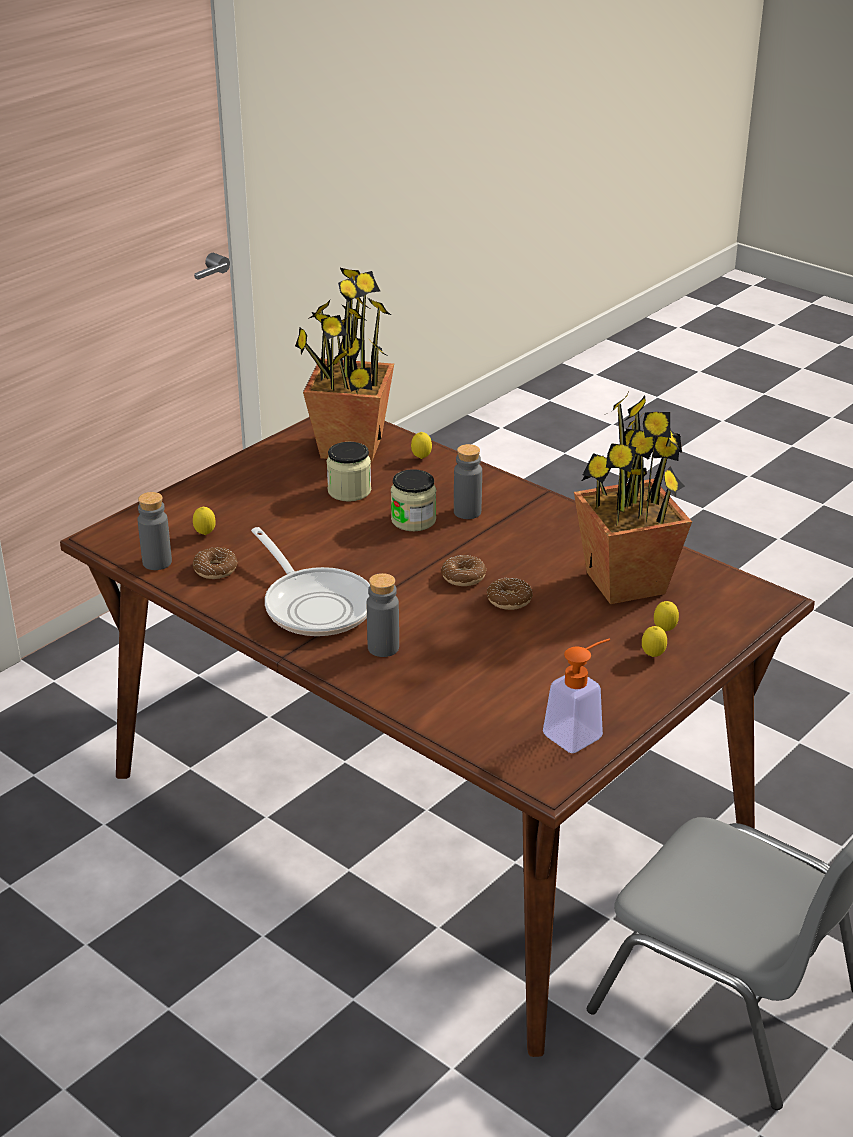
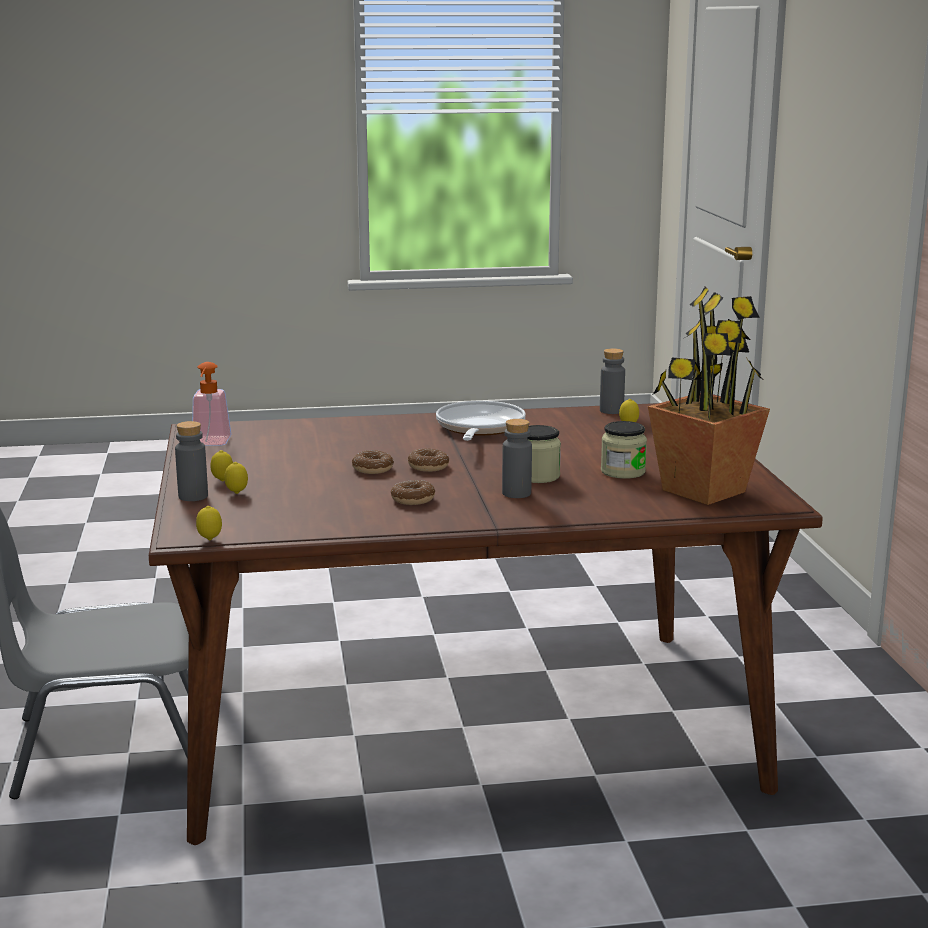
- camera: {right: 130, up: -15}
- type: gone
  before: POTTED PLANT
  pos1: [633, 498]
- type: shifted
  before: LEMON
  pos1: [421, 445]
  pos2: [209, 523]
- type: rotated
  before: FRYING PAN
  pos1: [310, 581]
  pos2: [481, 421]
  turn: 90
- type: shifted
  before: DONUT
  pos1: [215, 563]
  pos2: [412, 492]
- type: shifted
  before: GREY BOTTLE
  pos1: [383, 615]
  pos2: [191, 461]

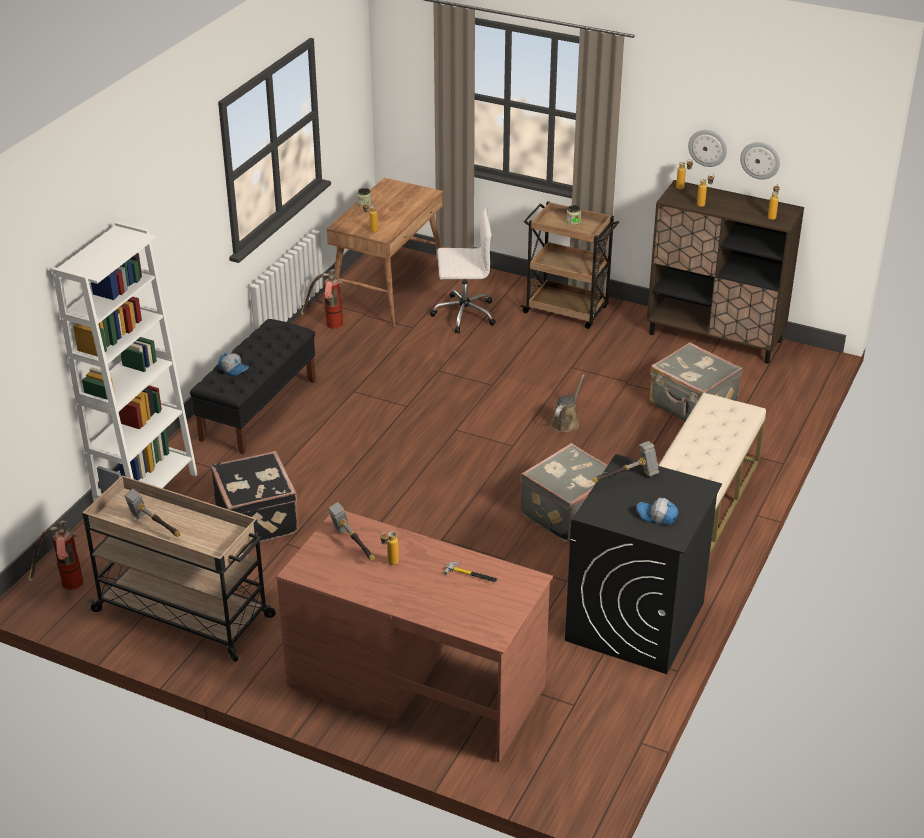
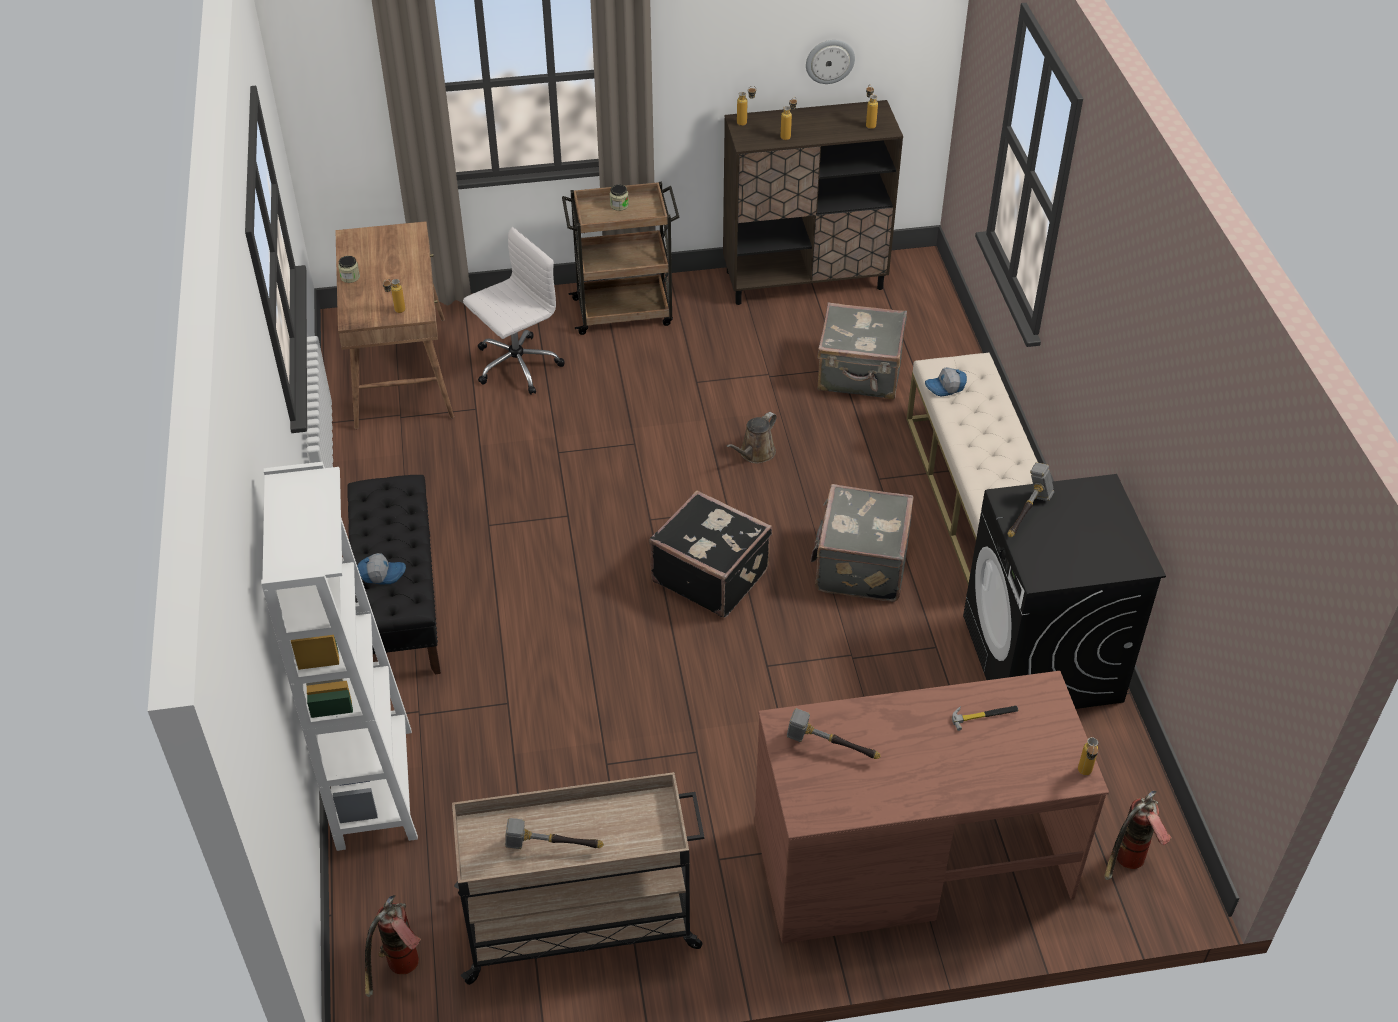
- camera: {right: -35, up: 10}
- type: gone
  before: WALL CLOCK
  pos1: [707, 148]
- type: shifted
  before: FIRE EXTINGUISHER
  pos1: [321, 299]
  pos2: [1137, 835]
- type: rotated
  before: BROWN WATERING CAN
  pos1: [568, 403]
  pos2: [751, 438]
  turn: -135
- type: shifted
  before: BLACK SUITCASE
  pos1: [255, 497]
  pos2: [710, 554]
- type: shifted
  before: CAP
  pos1: [657, 511]
  pos2: [946, 382]
- type: shifted
  before: BOTTLE
  pos1: [389, 548]
  pos2: [1088, 756]

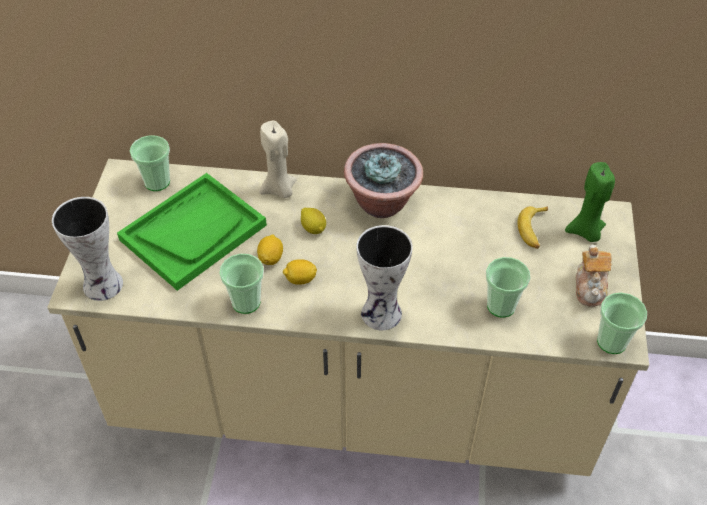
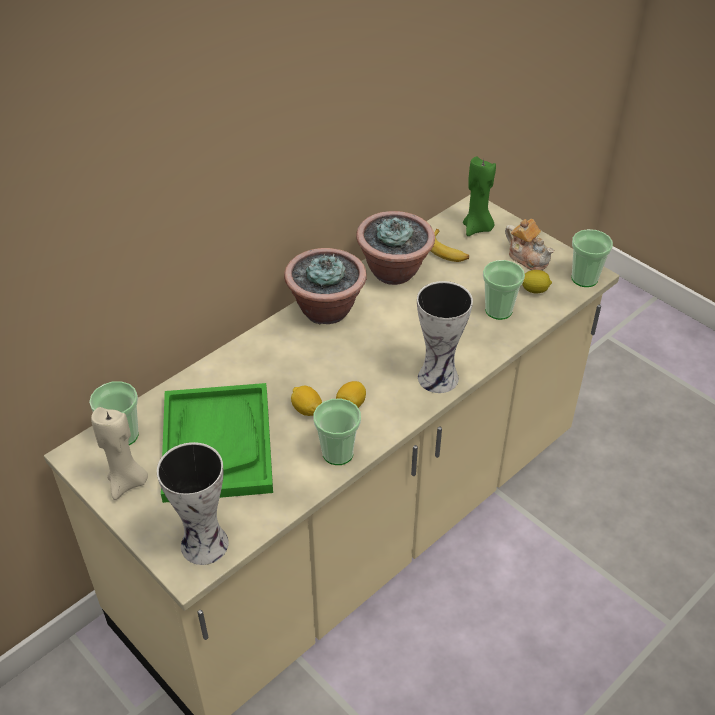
- camera: {right: -50, up: -5}
- type: shifted
  before: BEIGE CANDLE
  pos1: [278, 159]
  pos2: [119, 453]
- type: shifted
  before: LEMON
  pos1: [313, 221]
  pos2: [537, 281]
- type: new
  after: POTTED PLANT
  pos2: [395, 248]

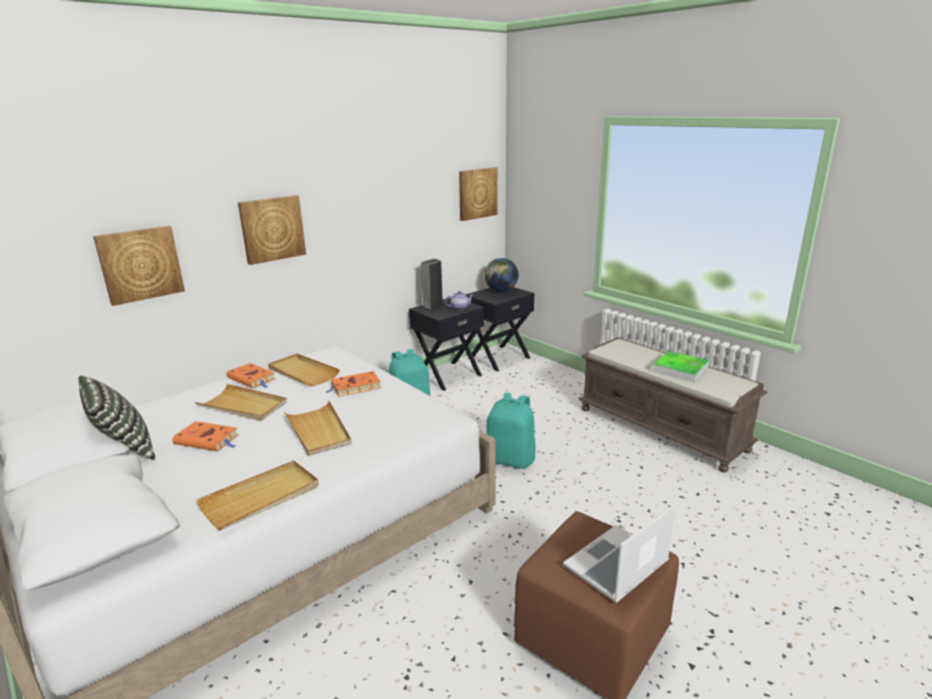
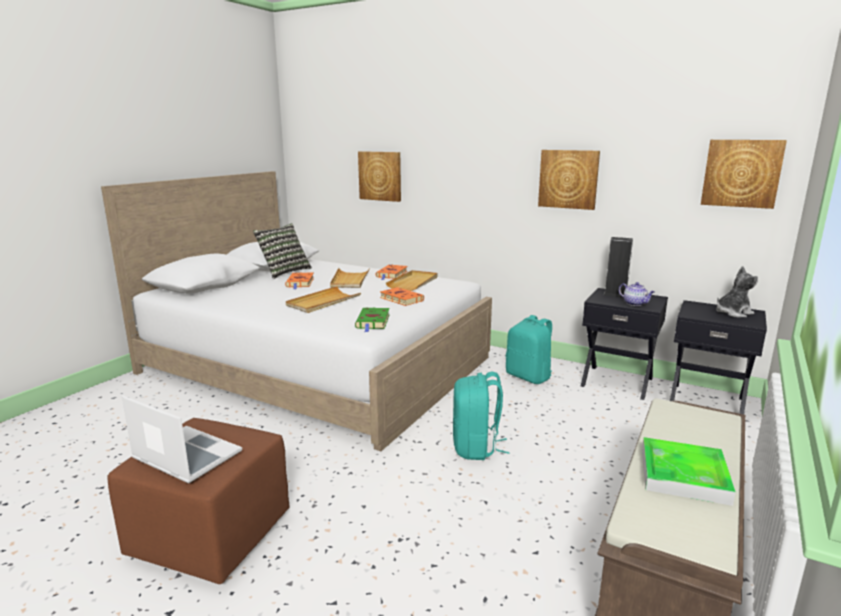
- camera: {right: 70, up: -5}
- type: shifted
  before: PICTURE
  pos1: [272, 230]
  pos2: [569, 180]
- type: swapped
  before: GLOBE
  after: PLUSH TOY
  pos1: [501, 275]
  pos2: [737, 291]
- type: gone
  before: BEIGE TRAY
  pos1: [257, 495]
- type: new
  after: GREEN BOOK
  pos2: [372, 319]

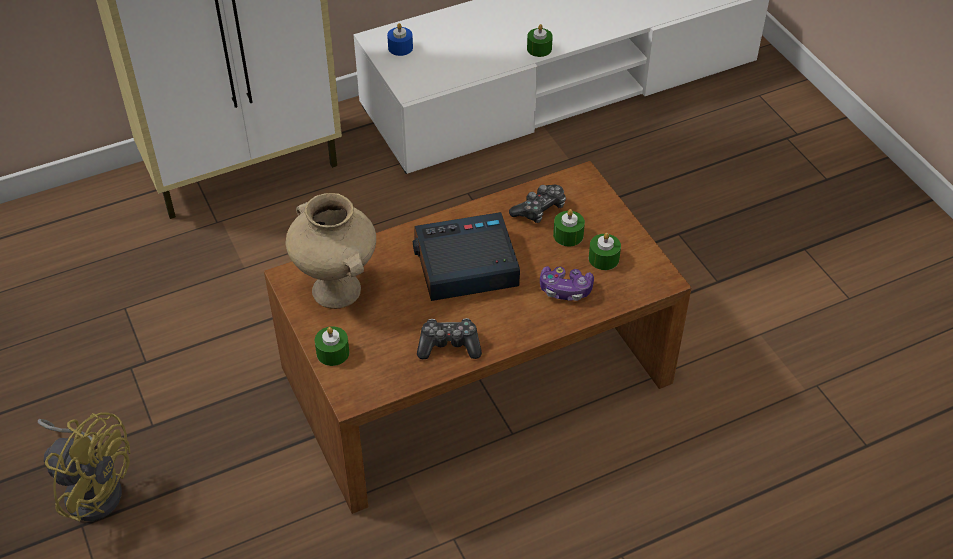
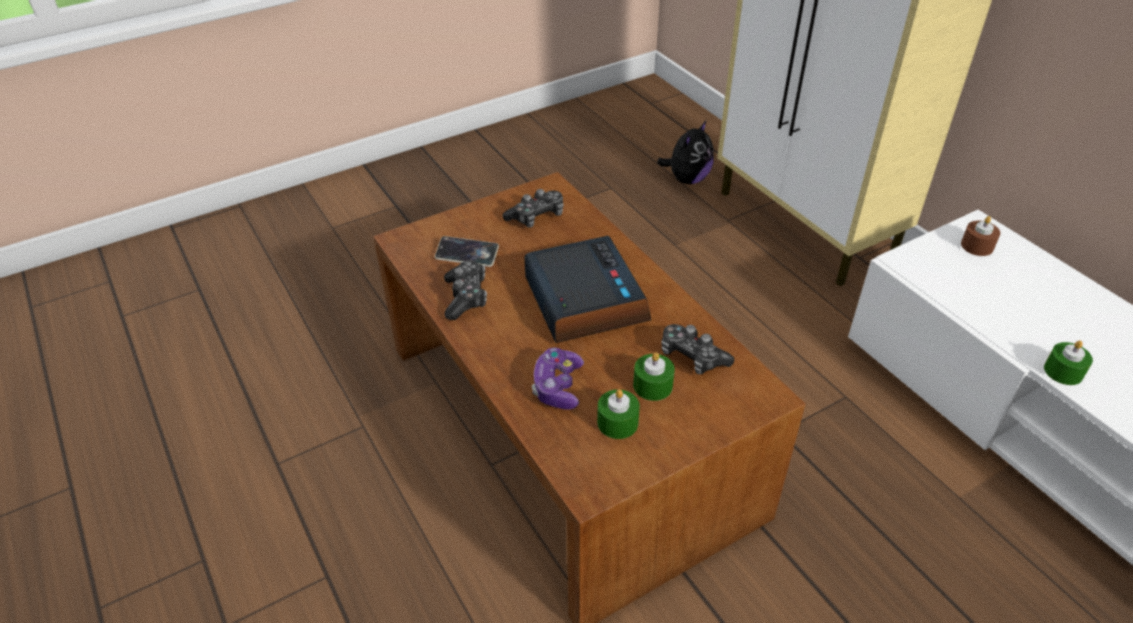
- camera: {right: 85, up: -5}
- type: repainted
  before: BLUE CANDLE
  after: BROWN CANDLE
  pos1: [400, 39]
  pos2: [980, 236]
- type: swapped
  before: BEIGE VASE
  after: GAME CONTROLLER
  pos1: [331, 251]
  pos2: [533, 208]
- type: gone
  before: GREEN CANDLE
  pos1: [332, 346]
- type: gone
  before: YELLOW FAN
  pos1: [84, 467]
- type: new
  after: PLUSH TOY
  pos2: [685, 152]
- type: new
  after: PHONE
  pos2: [467, 251]

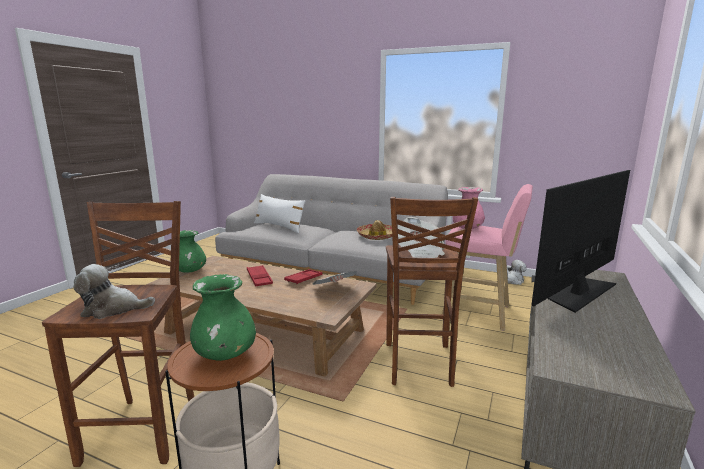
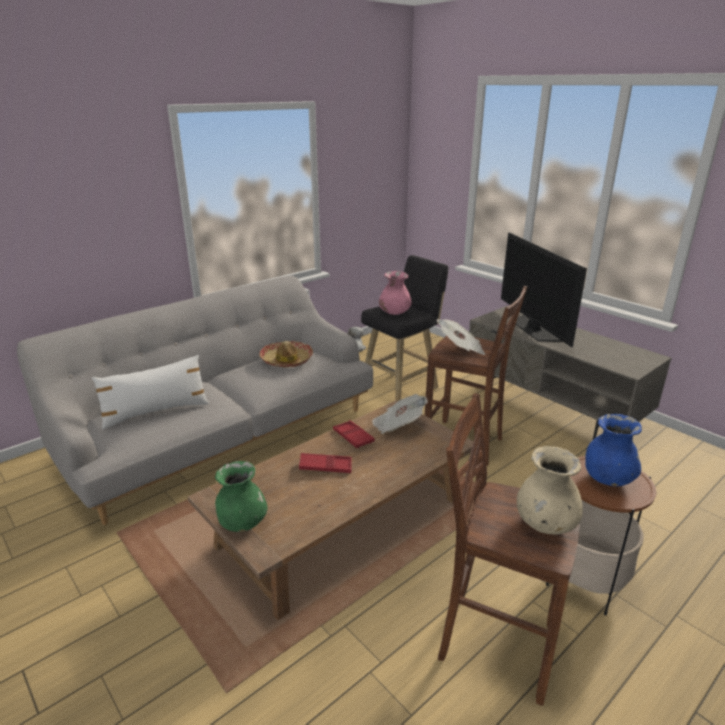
- camera: {right: -65, up: 10}
- type: repainted
  before: PINK STOOL
  after: BLACK STOOL
  pos1: [487, 257]
  pos2: [404, 328]
- type: swapped
  before: PLUSH TOY
  after: BEIGE VASE
  pos1: [114, 291]
  pos2: [550, 490]
- type: repainted
  before: GREEN VASE
  after: BLUE VASE
  pos1: [223, 317]
  pos2: [613, 450]

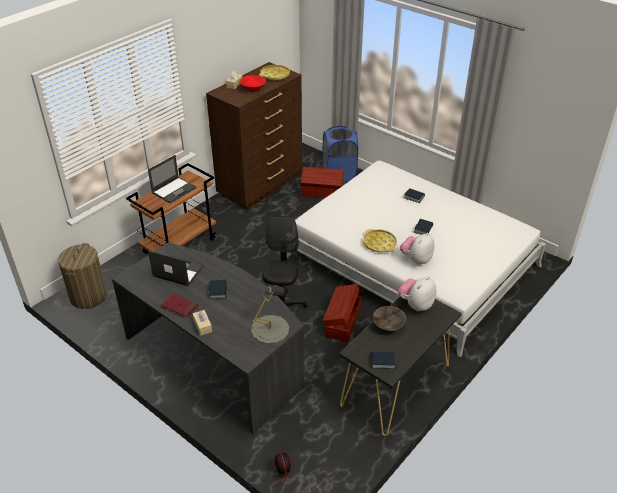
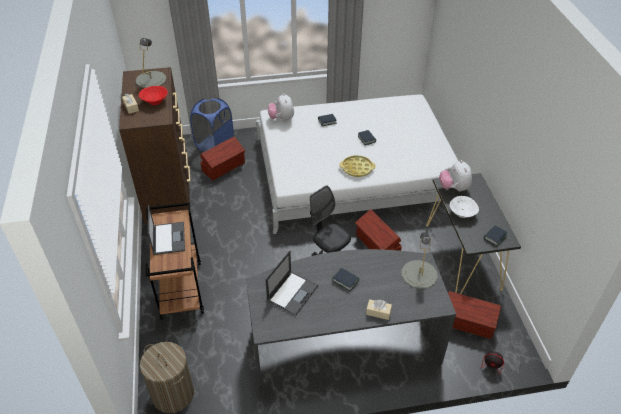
- camera: {right: -50, up: 5}
- type: swapped
  before: YELLOW TRAY
  after: GREY TABLE LAMP
  pos1: [275, 73]
  pos2: [151, 63]
- type: shifted
  before: PLUSH TOY
  pos1: [417, 249]
  pos2: [281, 107]
- type: rotated
  before: LAPTOP
  pos1: [176, 268]
  pos2: [291, 283]
  turn: 150
- type: gone
  before: RED BOOK
  pos1: [179, 305]
- type: repainted
  before: BROWN BOWL
  after: WHITE BOWL
  pos1: [389, 318]
  pos2: [464, 207]
- type: new
  after: BROWN STORAGE BOX
  pos2: [474, 315]

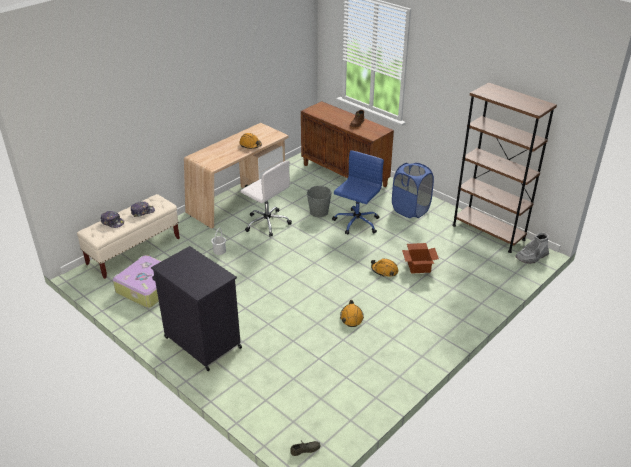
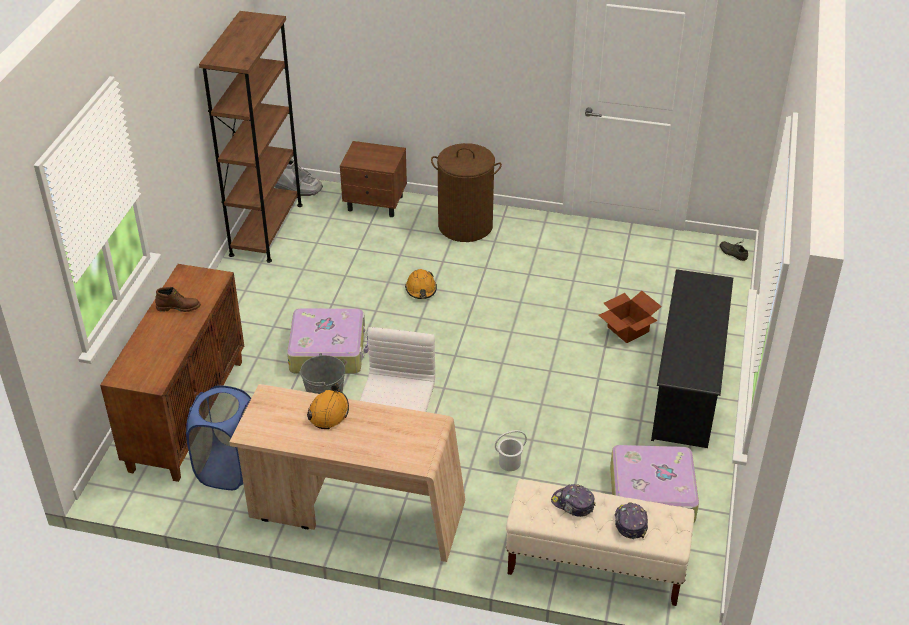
- camera: {right: -120, up: 5}
- type: swapped
  before: BLUE OFFICE CHAIR
  after: SUITCASE
  pos1: [358, 192]
  pos2: [327, 341]
- type: shifted
  before: BLUE LAUNDRY BASKET
  pos1: [413, 190]
  pos2: [218, 437]
- type: shifted
  before: CARDBOARD BOX
  pos1: [420, 258]
  pos2: [630, 317]
- type: swapped
  before: BLACK CABINET
  after: BLACK SHOE RACK
  pos1: [196, 308]
  pos2: [692, 358]
- type: gone
  before: ORANGE HARD HAT
  pos1: [352, 313]
- type: new
  after: BROWN NIGHTSTAND
  pos2: [373, 179]
- type: new
  after: BROWN LAUNDRY BASKET
  pos2: [466, 192]

